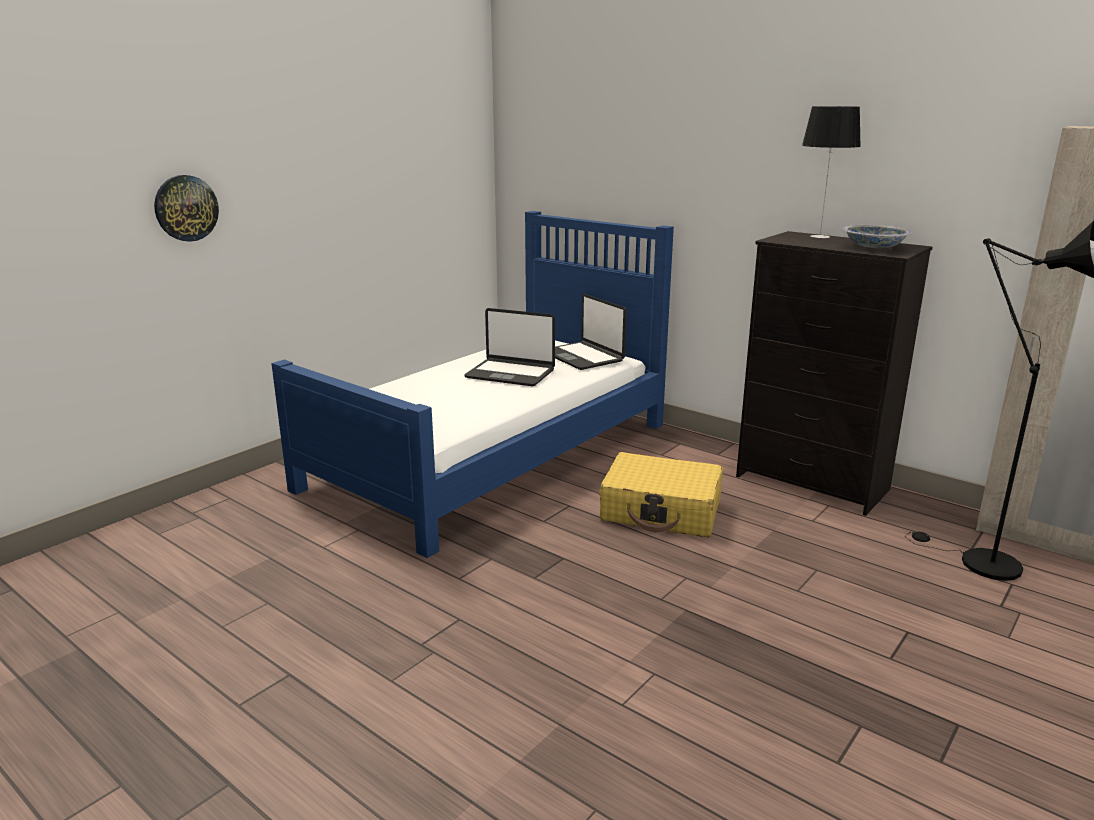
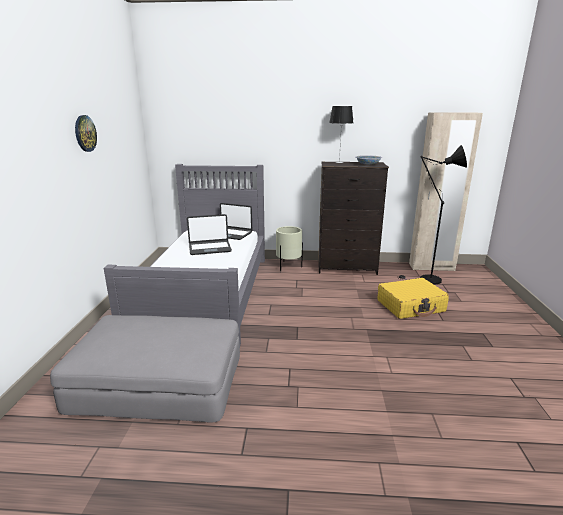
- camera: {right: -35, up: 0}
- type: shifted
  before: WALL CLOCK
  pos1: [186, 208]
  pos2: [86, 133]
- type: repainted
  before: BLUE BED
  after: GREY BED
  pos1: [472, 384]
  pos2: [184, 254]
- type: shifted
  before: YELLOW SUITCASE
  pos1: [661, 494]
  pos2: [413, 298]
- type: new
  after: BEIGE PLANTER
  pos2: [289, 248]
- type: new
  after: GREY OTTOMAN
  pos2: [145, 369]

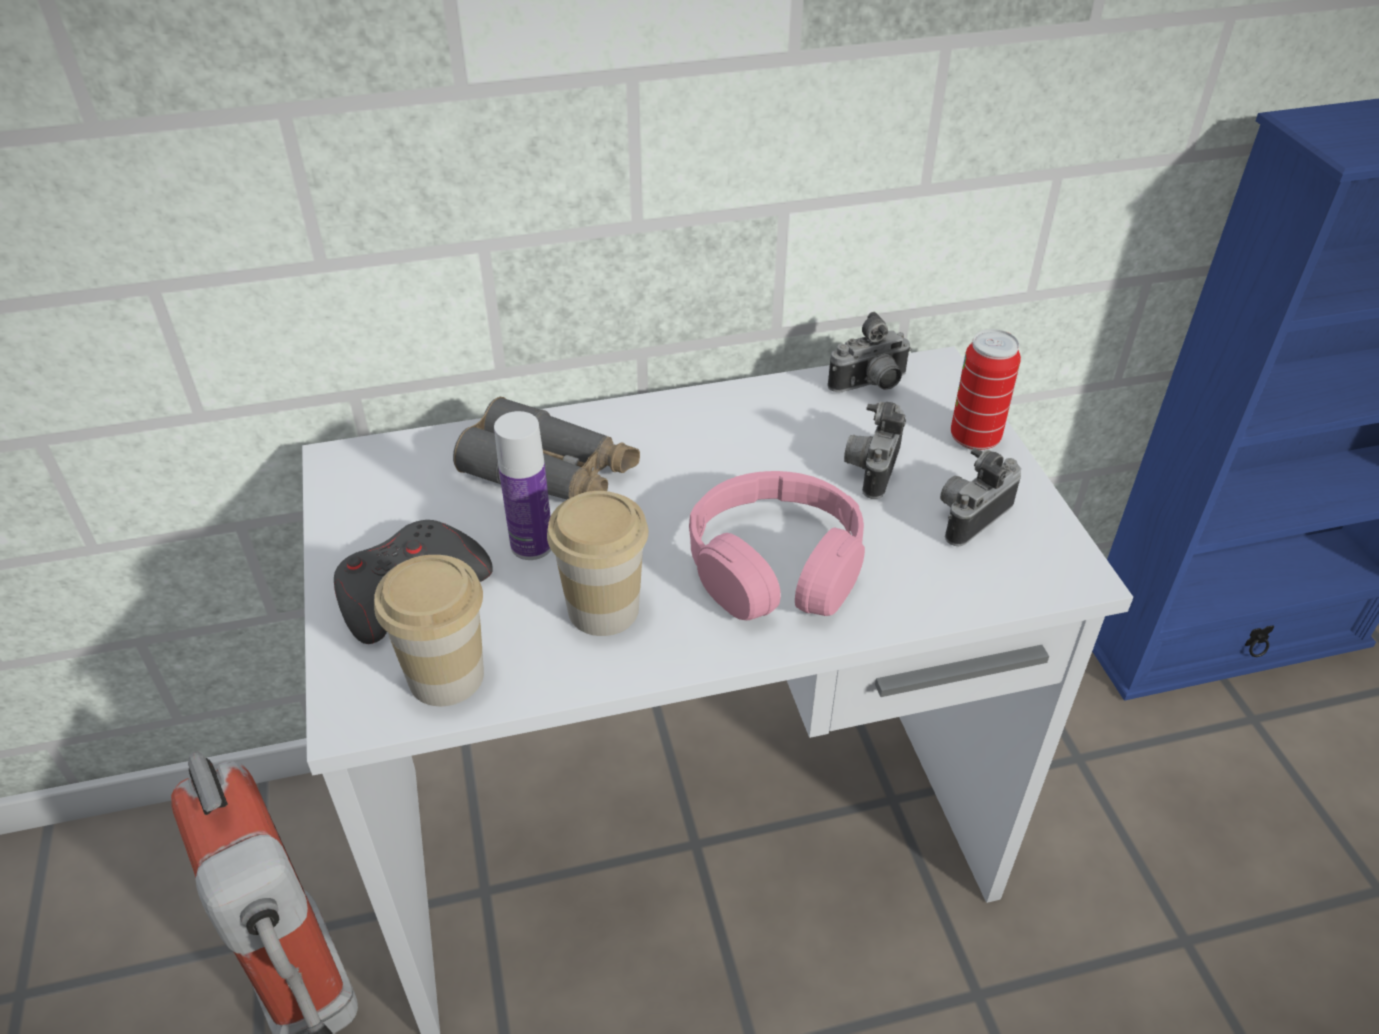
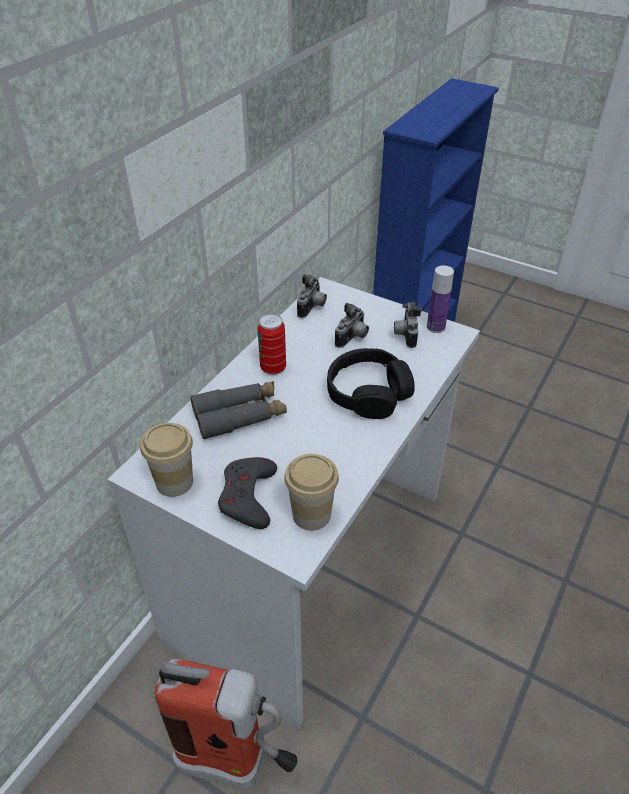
- camera: {right: -45, up: 0}
- type: shifted
  before: CAN
  pos1: [986, 390]
  pos2: [271, 344]
- type: rotated
  before: PHOTO CAMERA
  pos1: [875, 450]
  pos2: [352, 325]
  turn: -120
- type: shifted
  before: BOTTLE
  pos1: [522, 485]
  pos2: [440, 299]
- type: repainted
  before: PINK HEADPHONES
  after: BLACK HEADPHONES
  pos1: [777, 545]
  pos2: [371, 383]
- type: shifted
  before: CUP
  pos1: [597, 563]
  pos2: [166, 460]

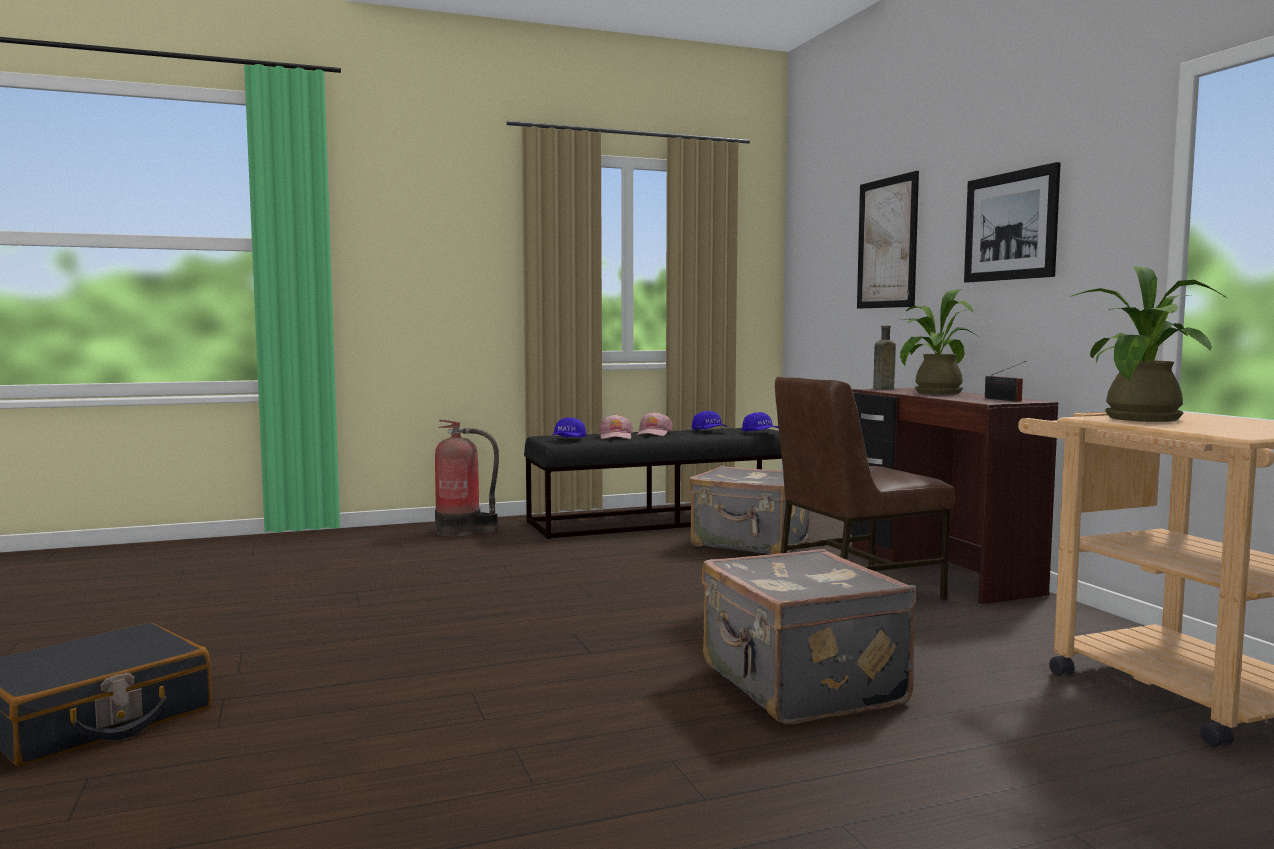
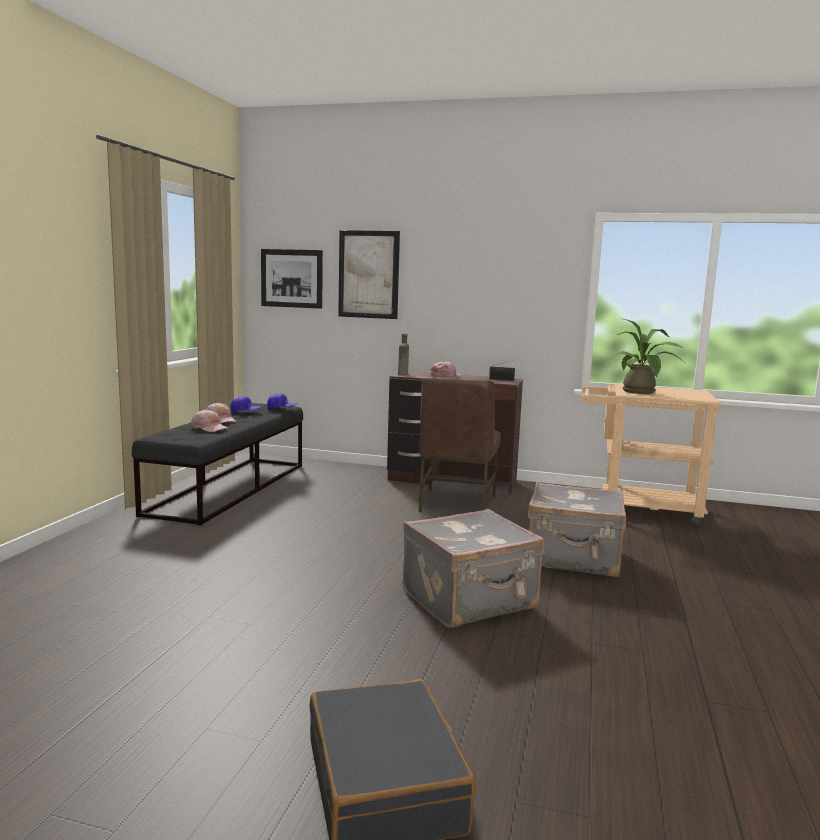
- camera: {right: -55, up: 5}
- type: shifted
  before: PICTURE
  pos1: [1012, 222]
  pos2: [292, 279]
- type: swapped
  before: POTTED PLANT
  after: PINK CAP
  pos1: [940, 342]
  pos2: [445, 369]
- type: gone
  before: BLUE CAP
  pos1: [569, 427]
- type: gone
  before: FIRE EXTINGUISHER
  pos1: [467, 478]
- type: shifted
  before: GREY SUITCASE
  pos1: [749, 510]
  pos2: [473, 568]

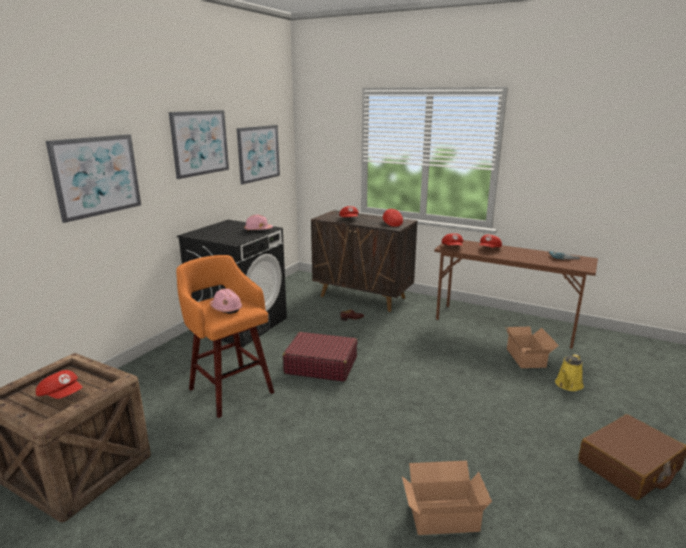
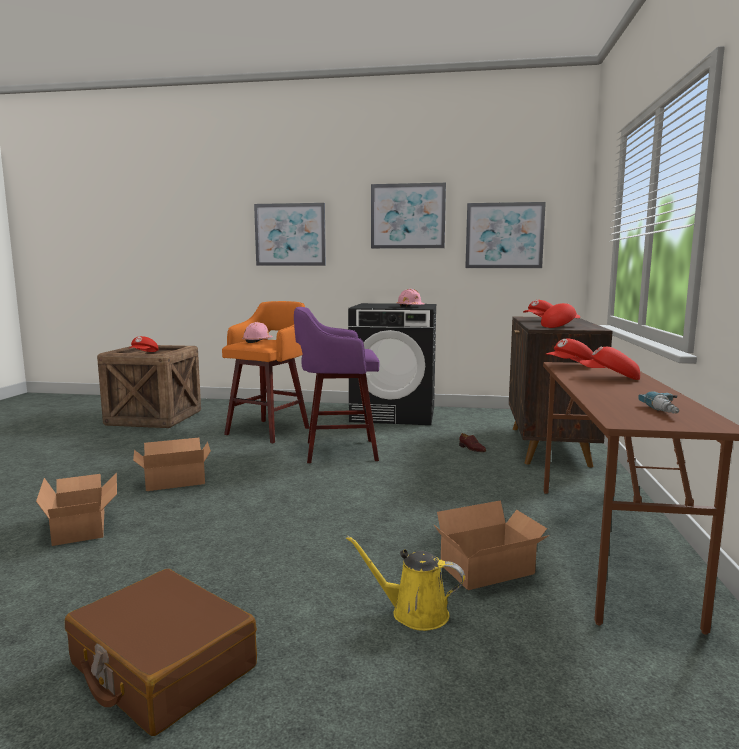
- camera: {right: 70, up: -10}
- type: swapped
  before: RED SUITCASE
  after: PURPLE STOOL
  pos1: [320, 357]
  pos2: [336, 385]
- type: new
  after: CARDBOARD BOX
  pos2: [172, 464]

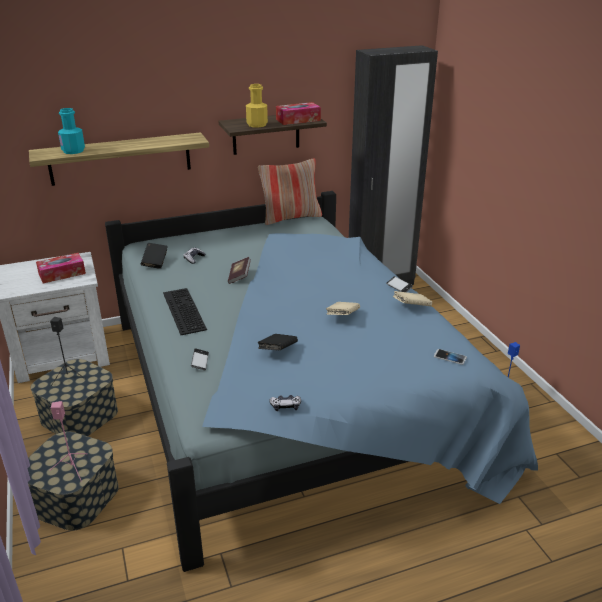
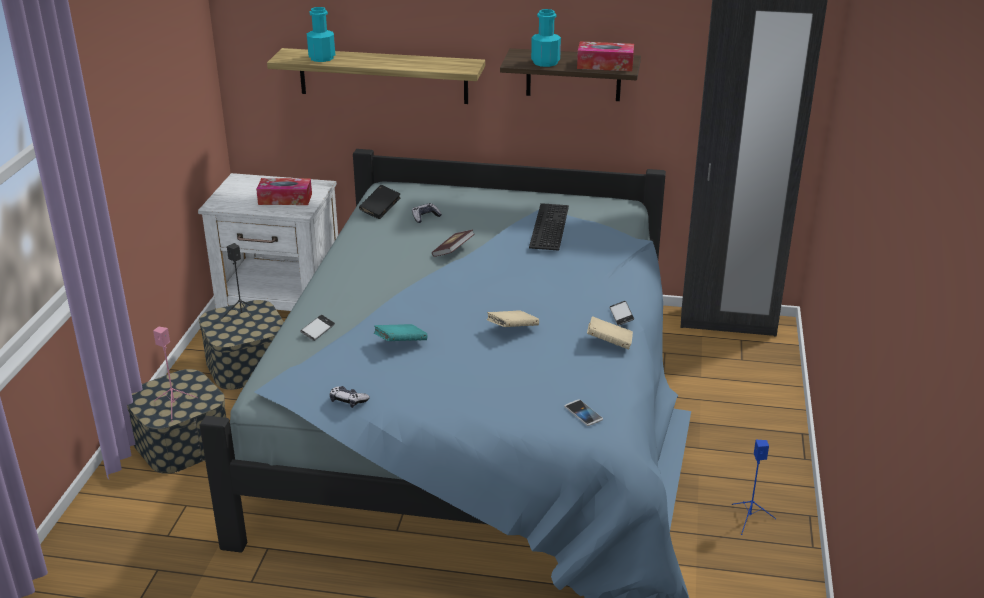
- camera: {right: 30, up: 0}
- type: repainted
  before: YELLOW BOTTLE
  after: TURQUOISE BOTTLE
  pos1: [257, 106]
  pos2: [546, 38]
- type: gone
  before: PILLOW
  pos1: [290, 191]
- type: shifted
  before: KEYBOARD
  pos1: [185, 311]
  pos2: [549, 227]
- type: repainted
  before: BLACK BOOK
  after: TURQUOISE BOOK
  pos1: [277, 342]
  pos2: [400, 332]

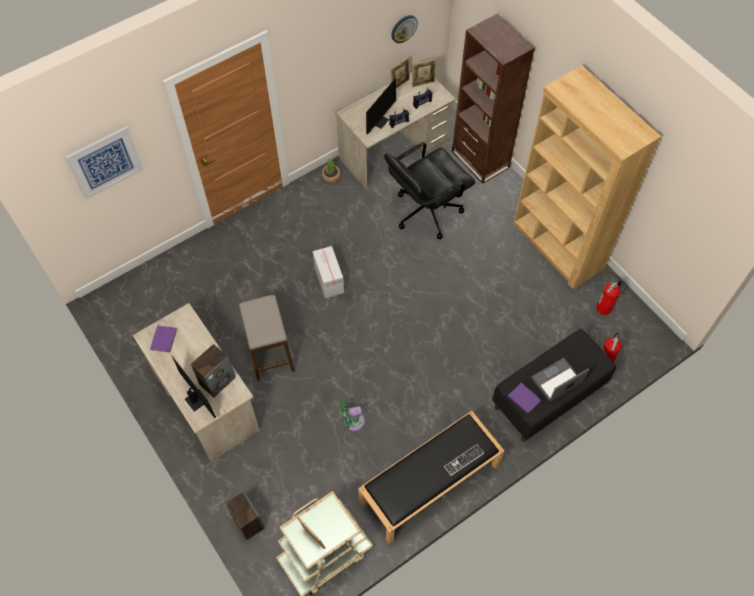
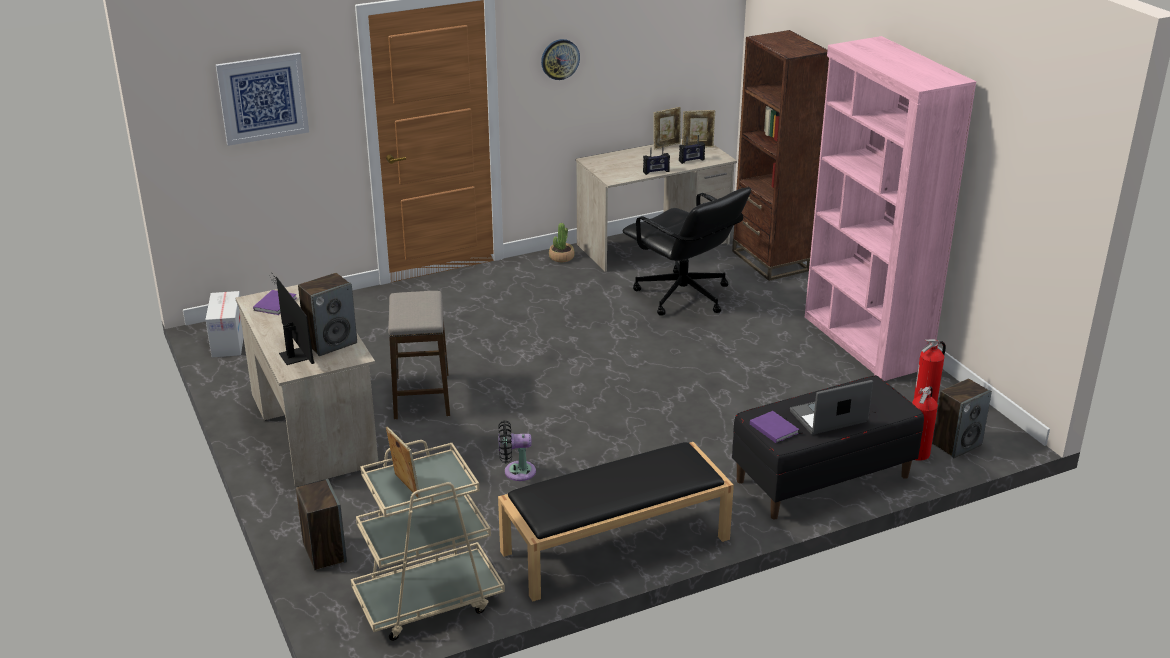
- camera: {right: 10, up: -30}
- type: shifted
  before: WALL CLOCK
  pos1: [404, 29]
  pos2: [560, 59]
- type: repainted
  before: BROWN BOOKCASE
  after: PINK BOOKCASE
  pos1: [587, 177]
  pos2: [890, 208]
- type: gone
  before: MONITOR
  pos1: [384, 103]
- type: rotated
  before: BLACK OFFICE CHAIR
  pos1: [429, 190]
  pos2: [687, 251]
  turn: -105
- type: shifted
  before: CARDBOARD BOX
  pos1: [328, 272]
  pos2: [224, 324]
- type: repainted
  before: GREEN FAN
  after: BLACK FAN
  pos1: [351, 415]
  pos2: [517, 450]
- type: gone
  before: KEYBOARD
  pos1: [464, 460]
- type: new
  after: SPEAKER
  pos2: [962, 418]

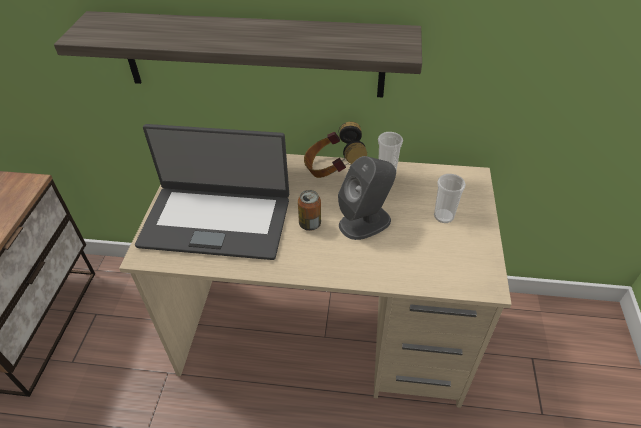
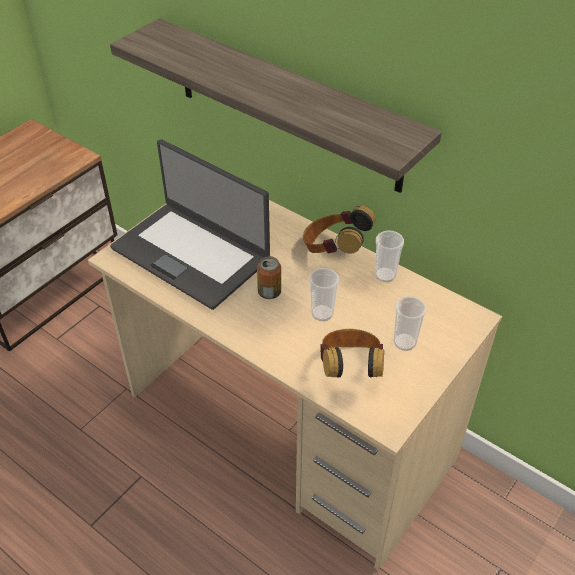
- camera: {right: 30, up: 0}
- type: swapped
  before: GREY SPEAKER
  after: CUP
  pos1: [367, 198]
  pos2: [324, 294]
- type: new
  after: HEADPHONES
  pos2: [352, 353]

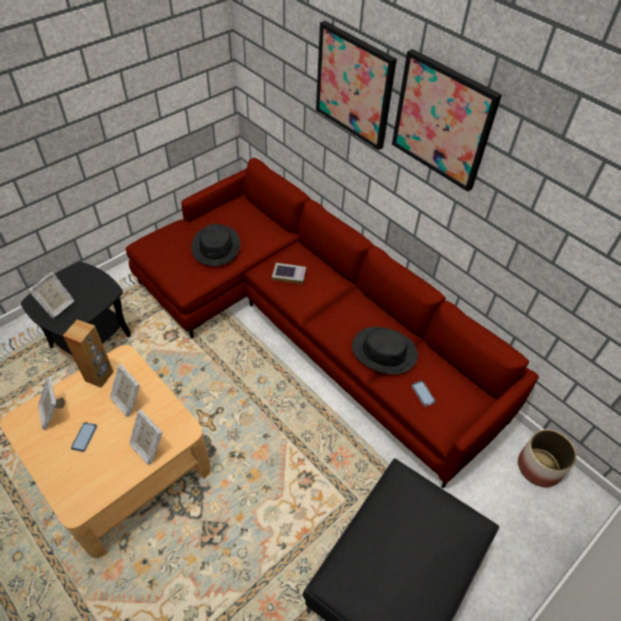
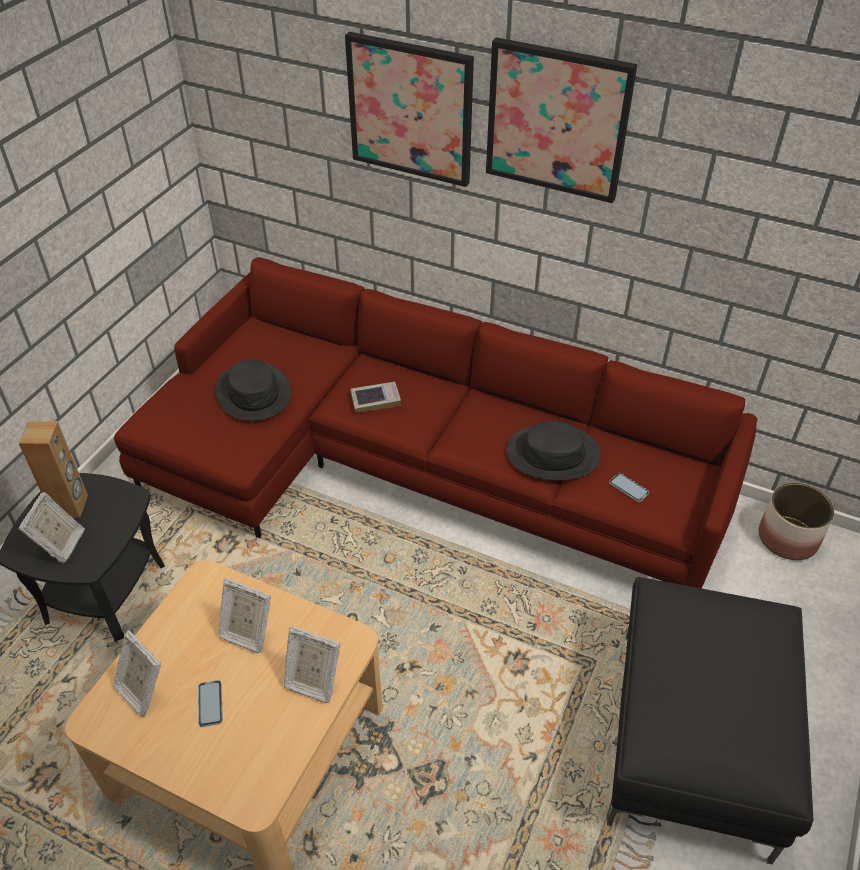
- camera: {right: -20, up: -5}
- type: shifted
  before: BROWN SPEAKER
  pos1: [88, 354]
  pos2: [53, 469]

